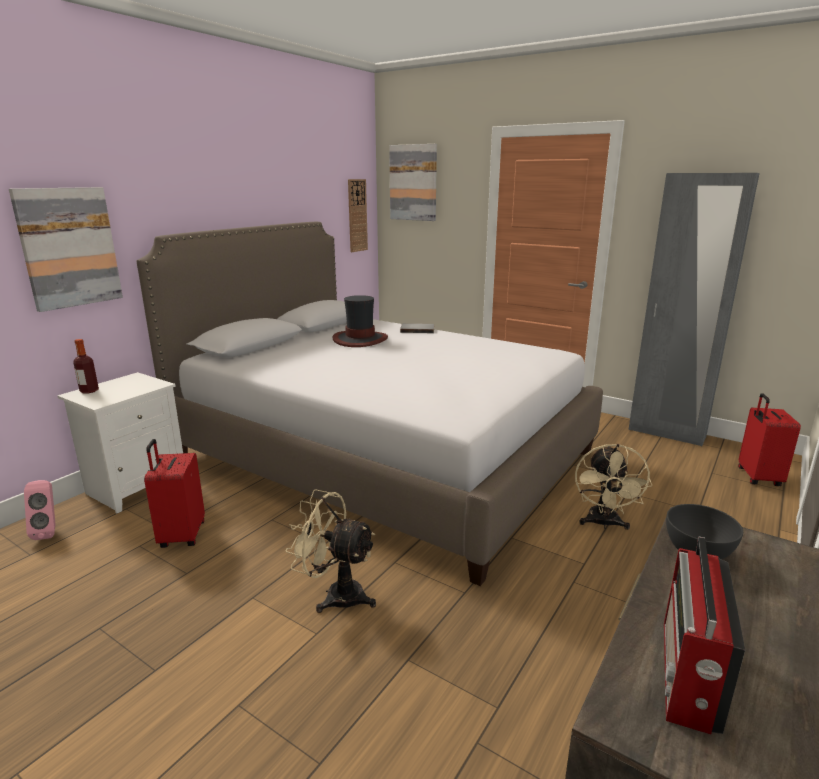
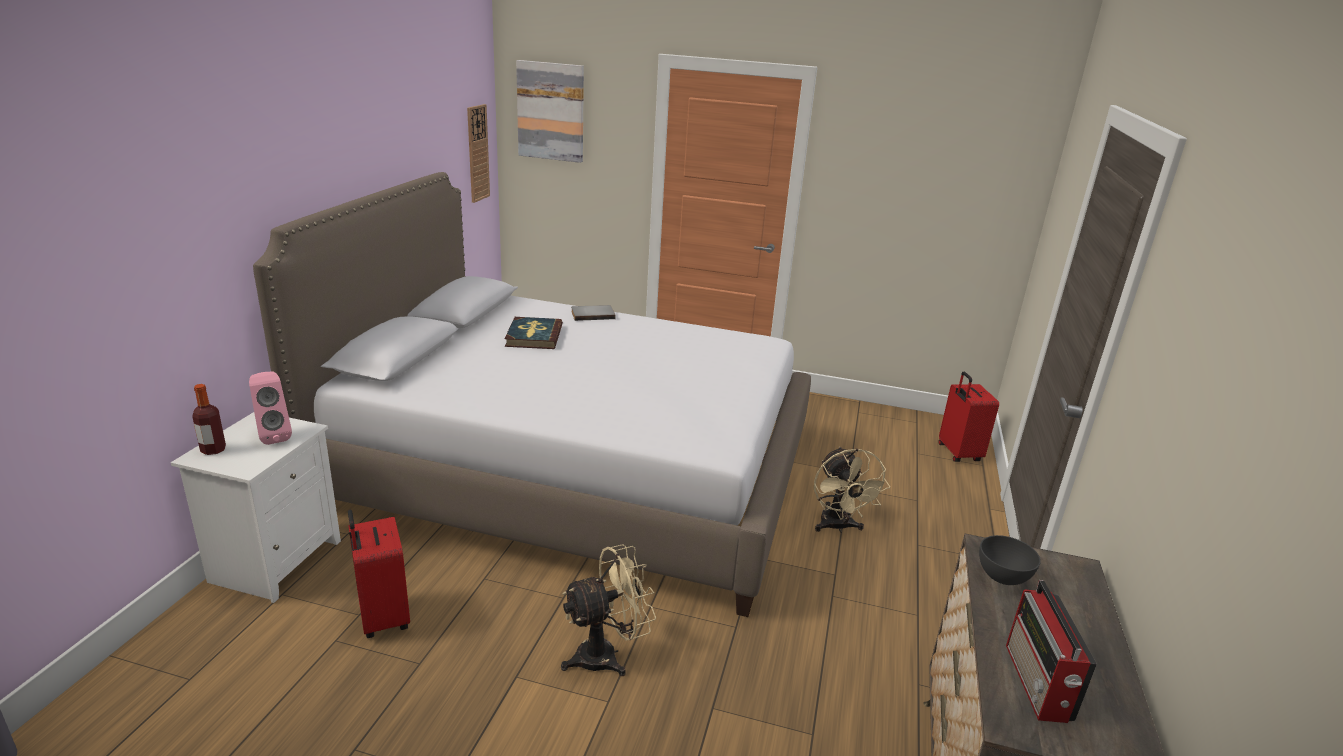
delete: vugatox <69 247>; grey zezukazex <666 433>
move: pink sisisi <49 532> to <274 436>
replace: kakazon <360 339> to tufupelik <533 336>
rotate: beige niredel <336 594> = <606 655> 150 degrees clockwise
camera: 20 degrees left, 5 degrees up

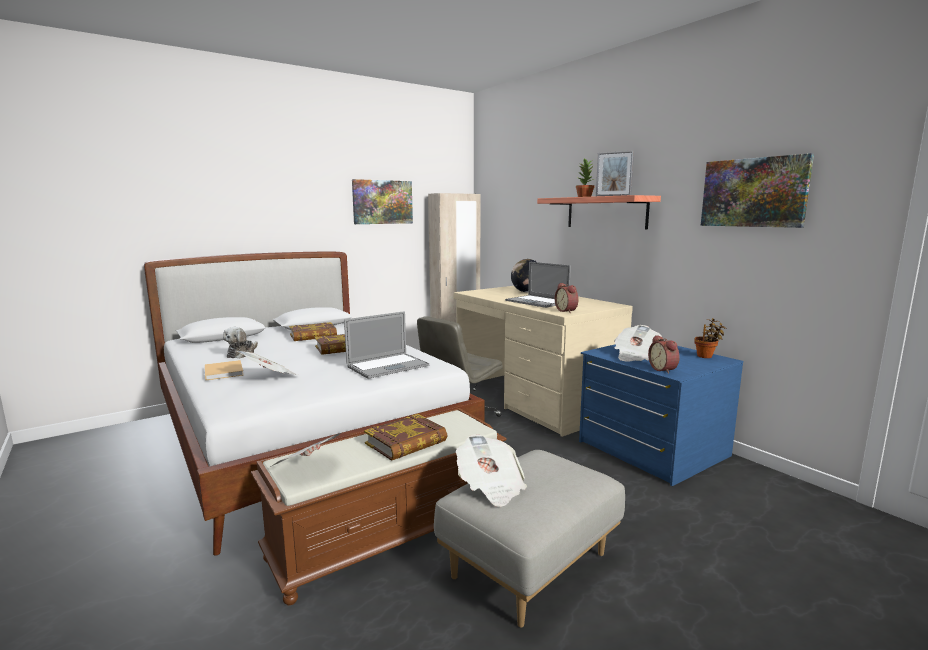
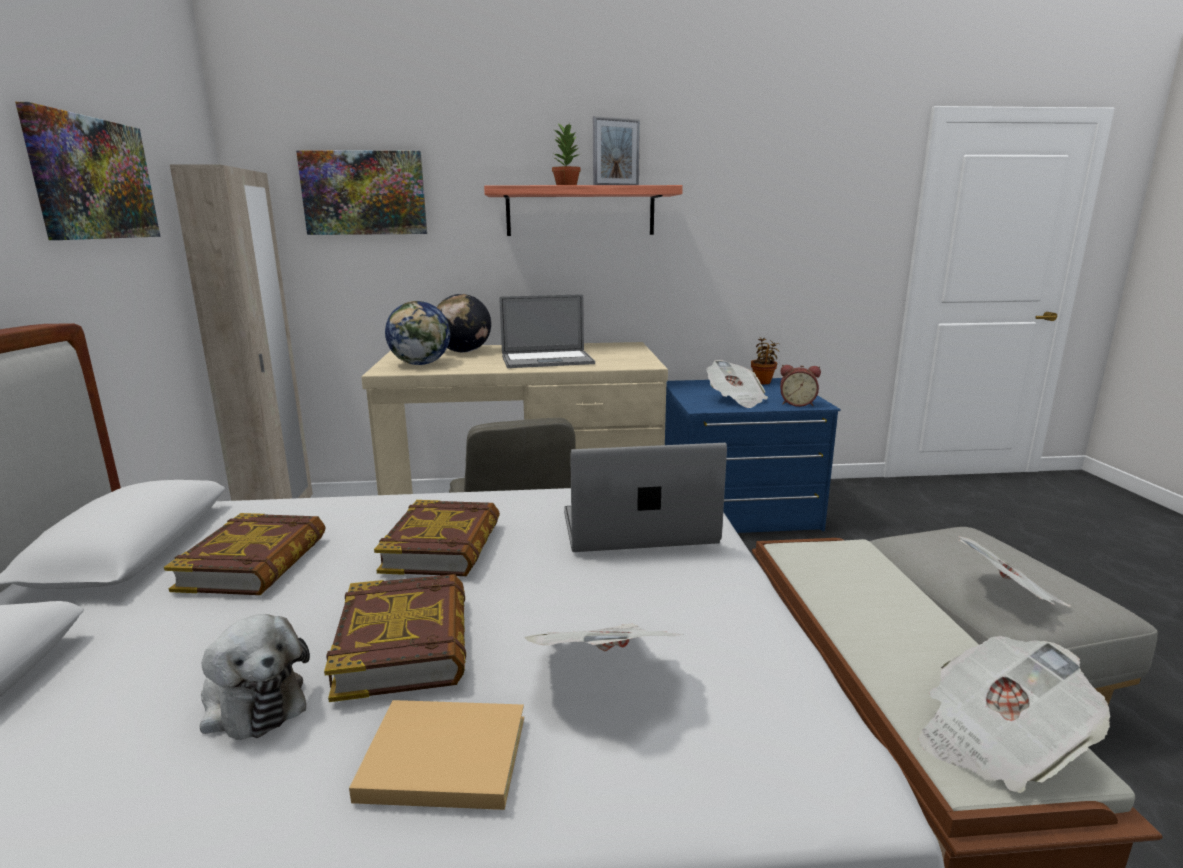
delete: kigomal <567 311>
insert: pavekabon <421 364>
move: vugatox <753 192> to <364 193>; tufupelik <406 442> to <405 644>
rotate: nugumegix <388 366> = <638 527> 90 degrees counterclockwise
camera: 60 degrees left, 5 degrees up

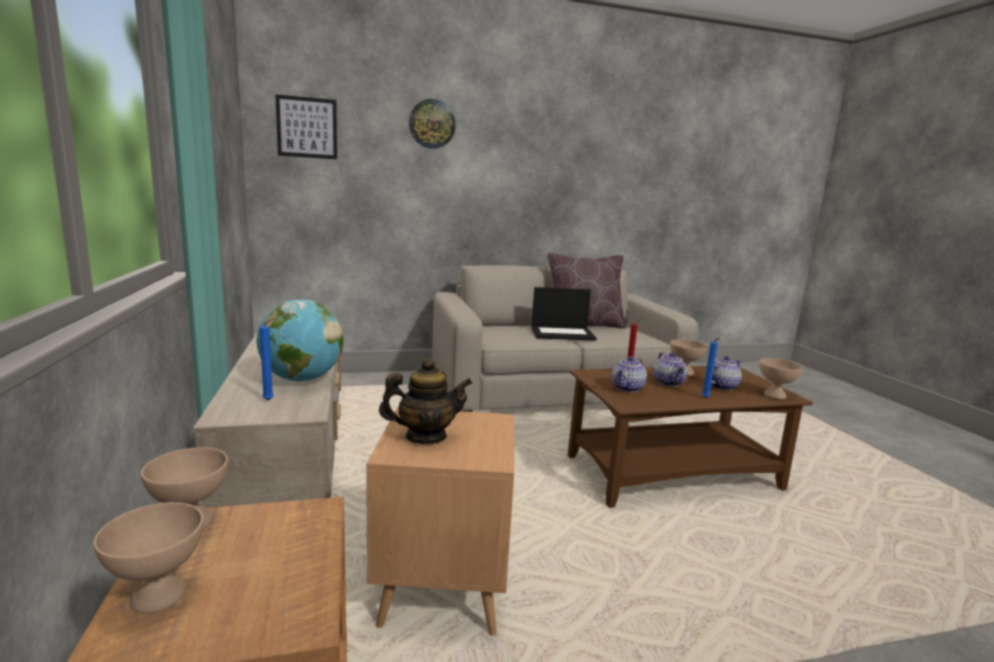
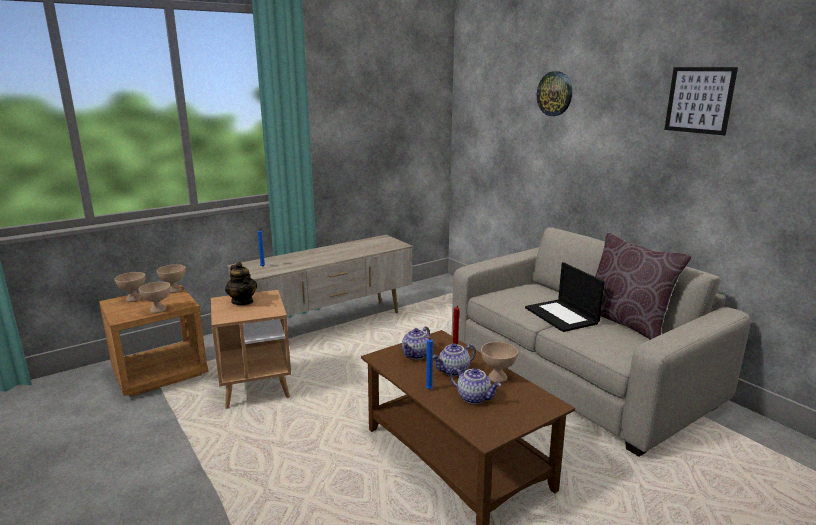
delete: pavekabon <301 379>
move: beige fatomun <775 395> to <157 310>; vugatox <307 127> to <699 100>
rotate: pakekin <628 388> = <416 355> 75 degrees counterclockwise
camera: 70 degrees right, 5 degrees up

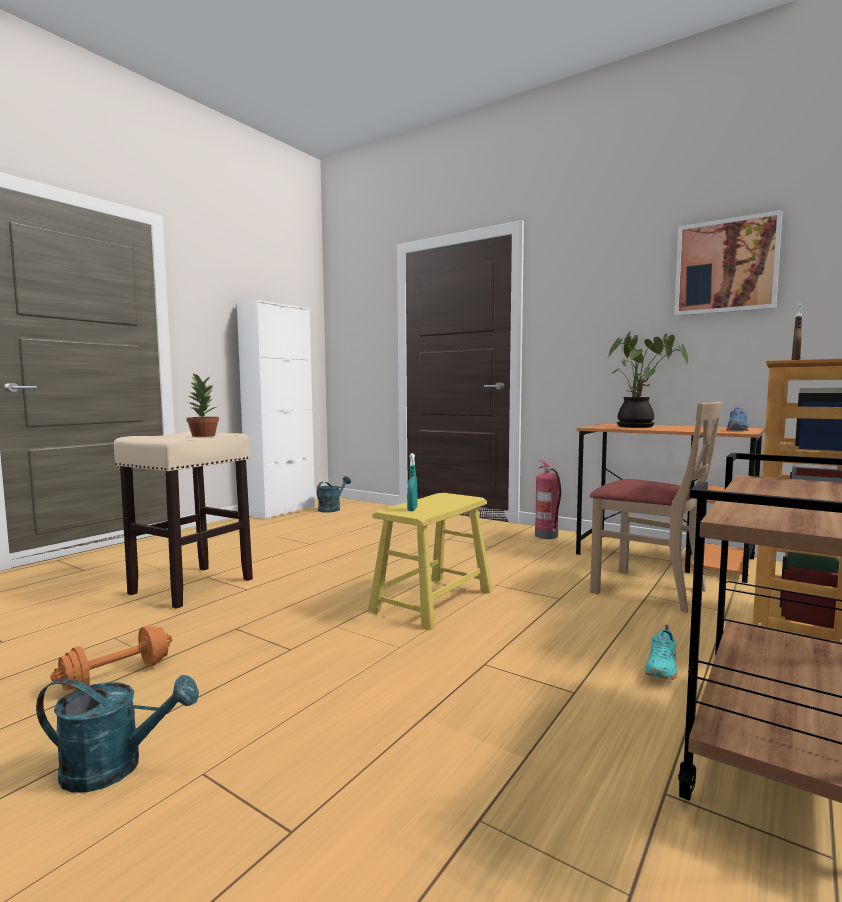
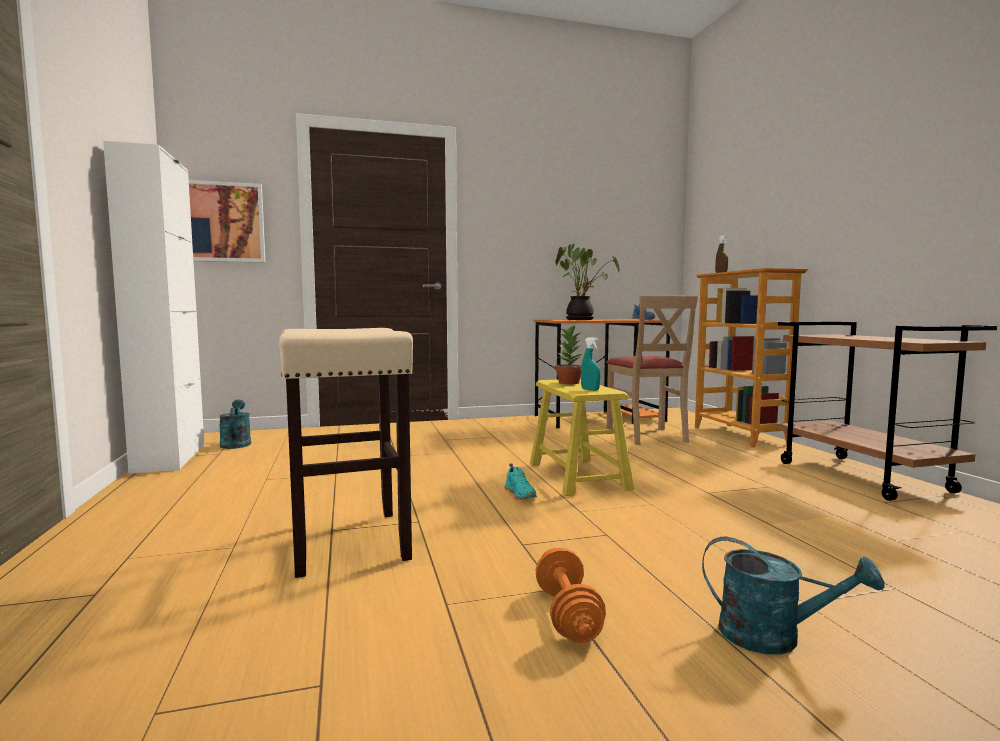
delete: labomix <547 536>
move: vugatox <725 266> to <222 222>; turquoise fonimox <663 669> to <521 494>; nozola <203 435> to <568 383>
rotate: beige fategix <648 590> = <647 436> 90 degrees clockwise; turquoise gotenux <115 767> = <774 637> 75 degrees clockwise
camera: 50 degrees left, 0 degrees up

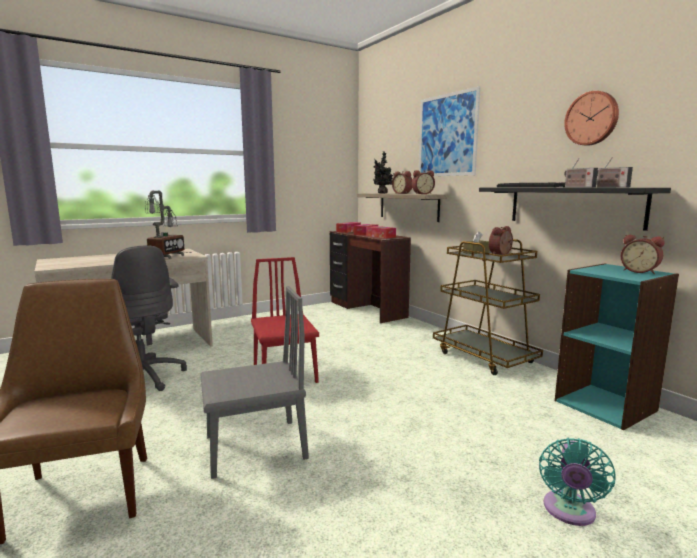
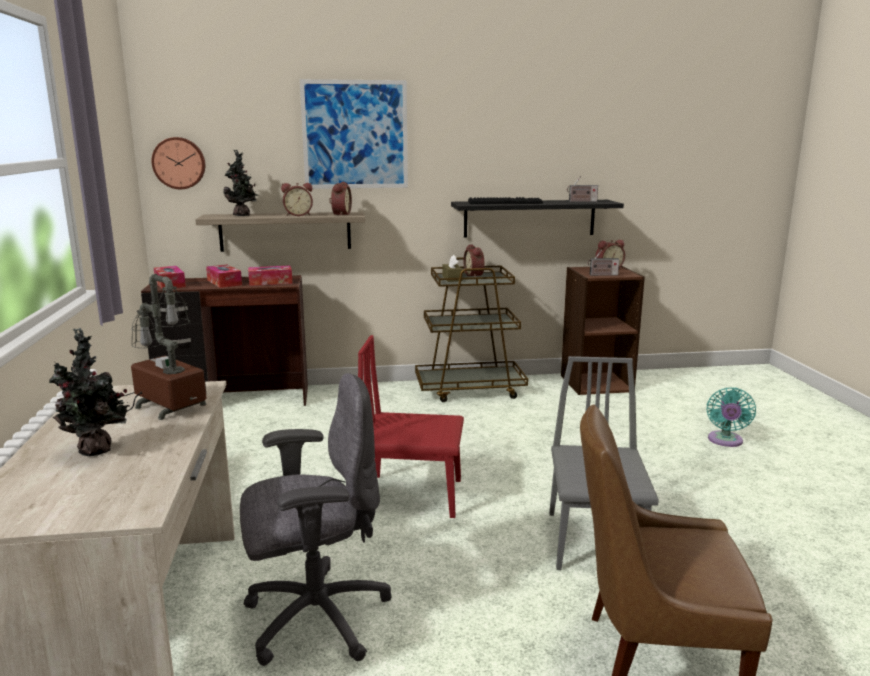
insert: nozola <96 451>
move: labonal <592 118> to <179 163>; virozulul <578 187> to <602 275>
recolor: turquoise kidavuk <606 405> to brown kidavuk <596 383>
rotate: turquoise niredel <569 512> = <725 441> 60 degrees clockwise
camera: 65 degrees left, 5 degrees up

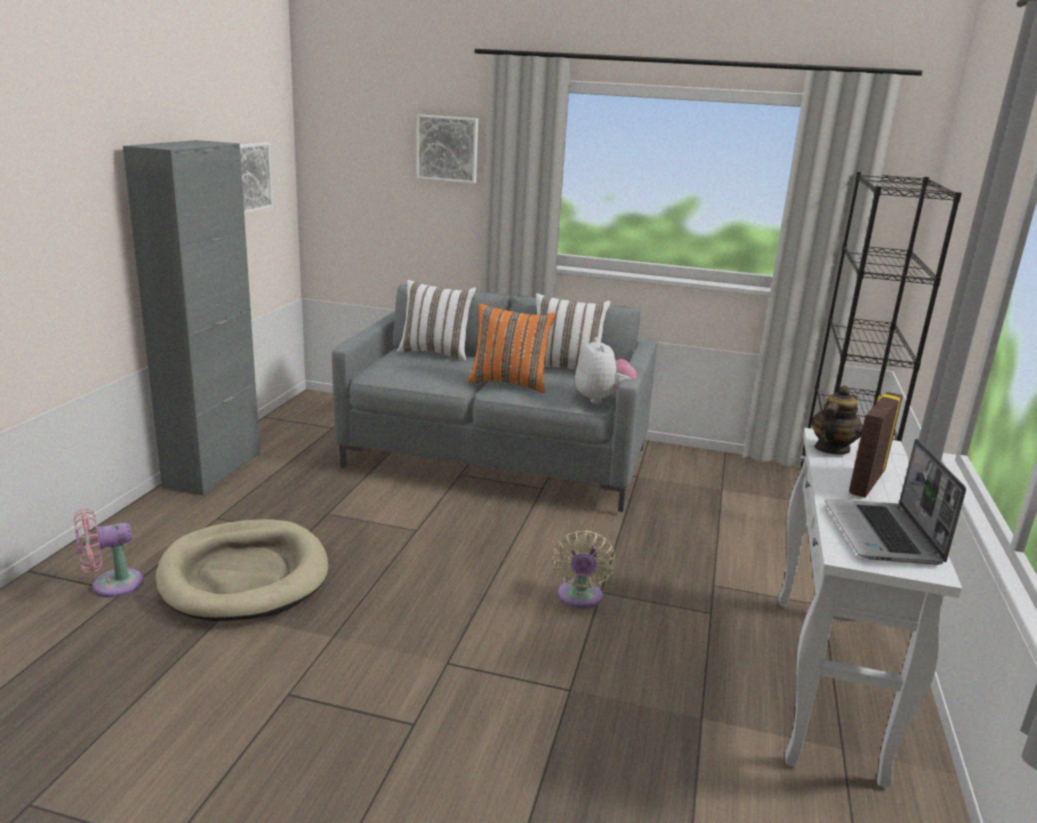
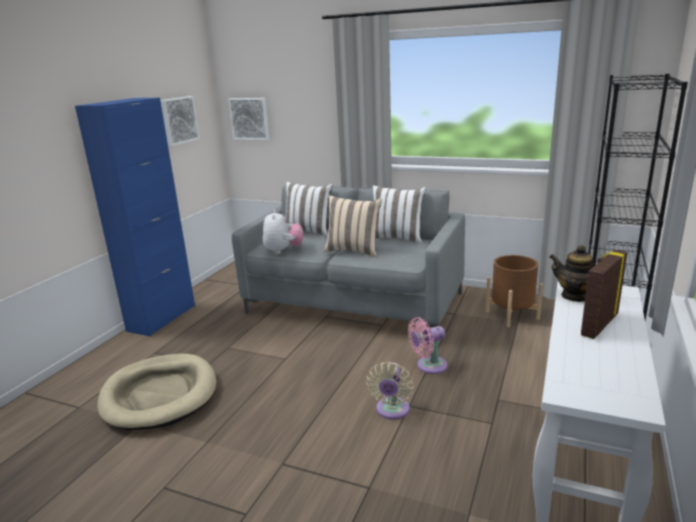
delete: nugumegix <883 534>
insert: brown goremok <512 315>
move: vugatox <448 148> to <250 118>; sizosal <602 399> to <283 251>; pink niredel <112 585> to <428 366>
recolor: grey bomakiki <213 470> to blue bomakiki <162 318>; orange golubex <509 383> to beige golubex <353 251>
rotate: pakekin <831 449> = <575 296> 105 degrees counterclockwise
camera: 10 degrees right, 0 degrees up

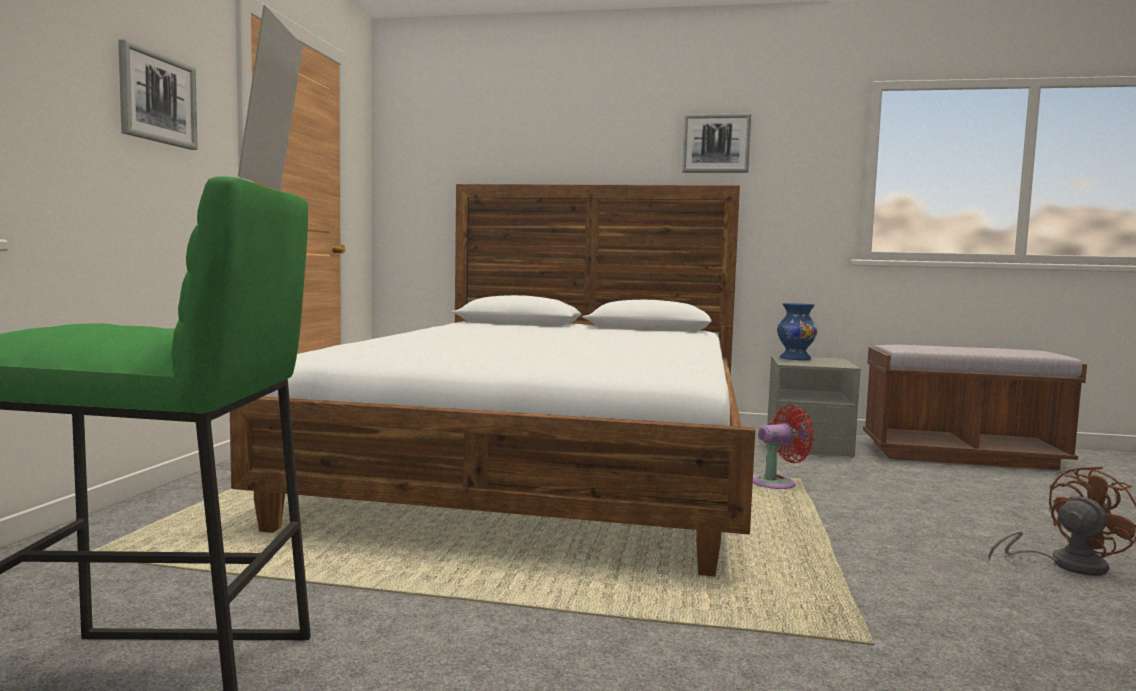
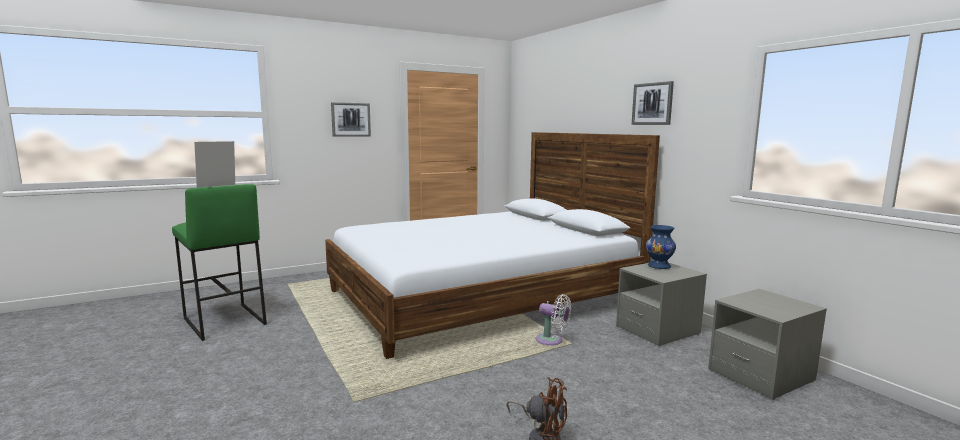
replace: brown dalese <961 455> to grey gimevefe <761 375>
recolor: red niredel <777 484> to white niredel <552 341>
camera: 50 degrees right, 5 degrees up

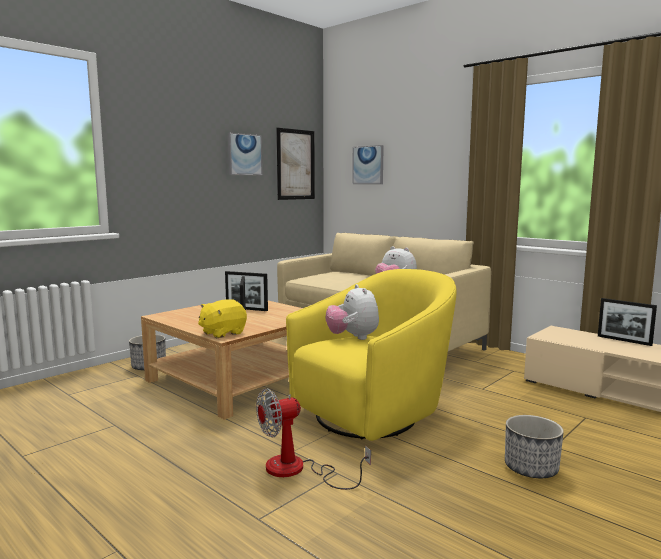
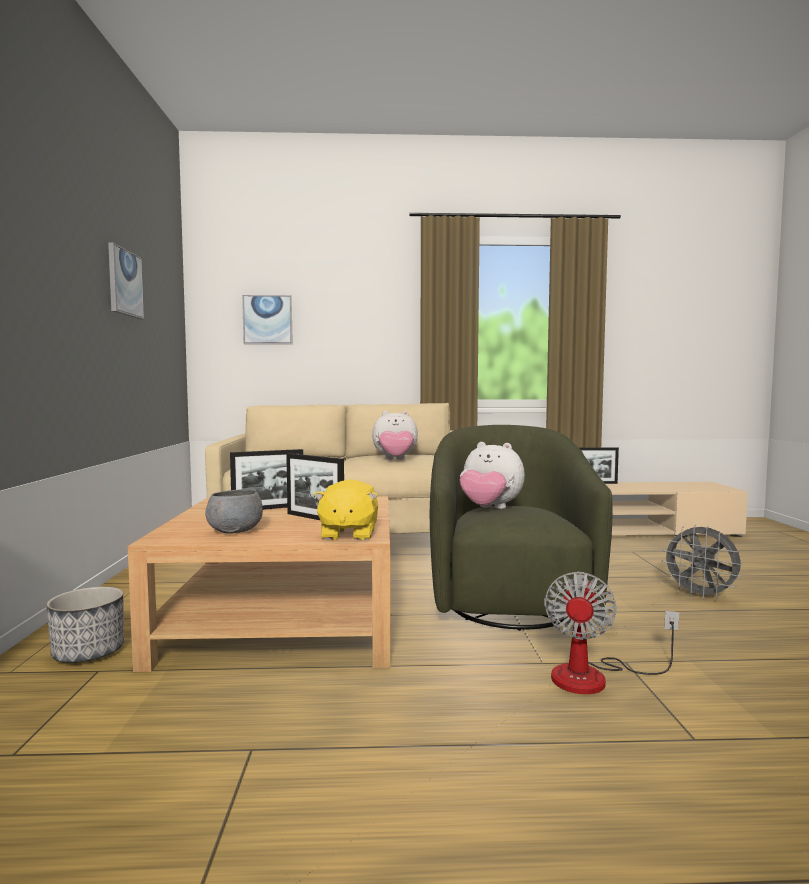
delete: vugatox <295 164>
insert: grey fatomun <234 531>
replace: goremok <531 468> to grey niredel <701 596>
recolor: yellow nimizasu <375 413> to green nimizasu <510 599>
camera: 45 degrees left, 5 degrees down

